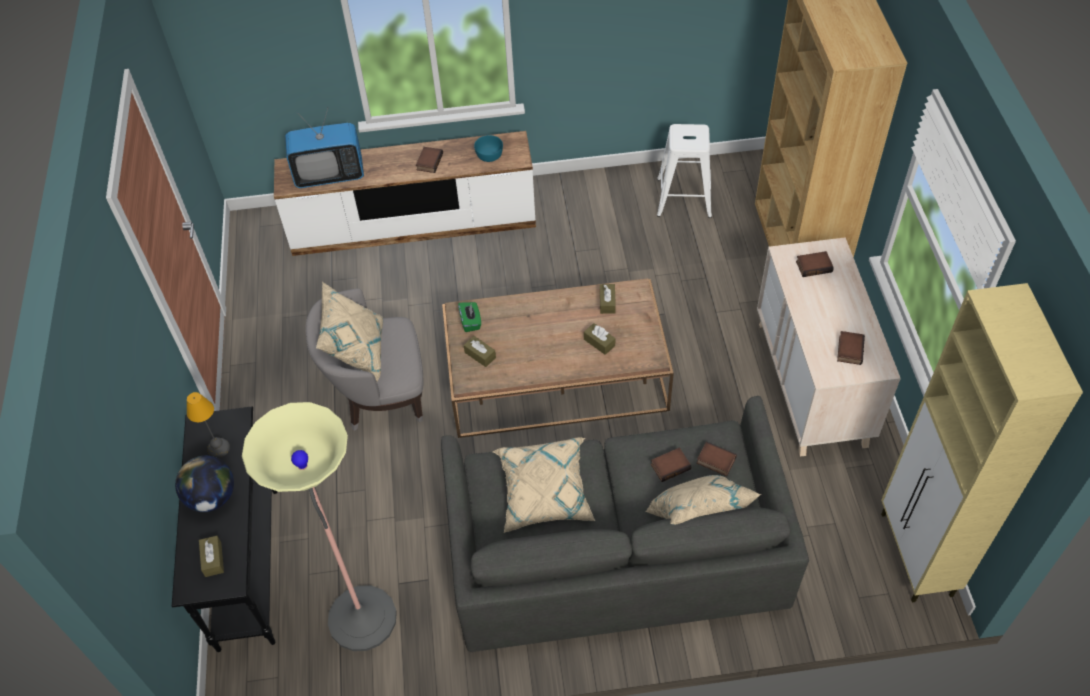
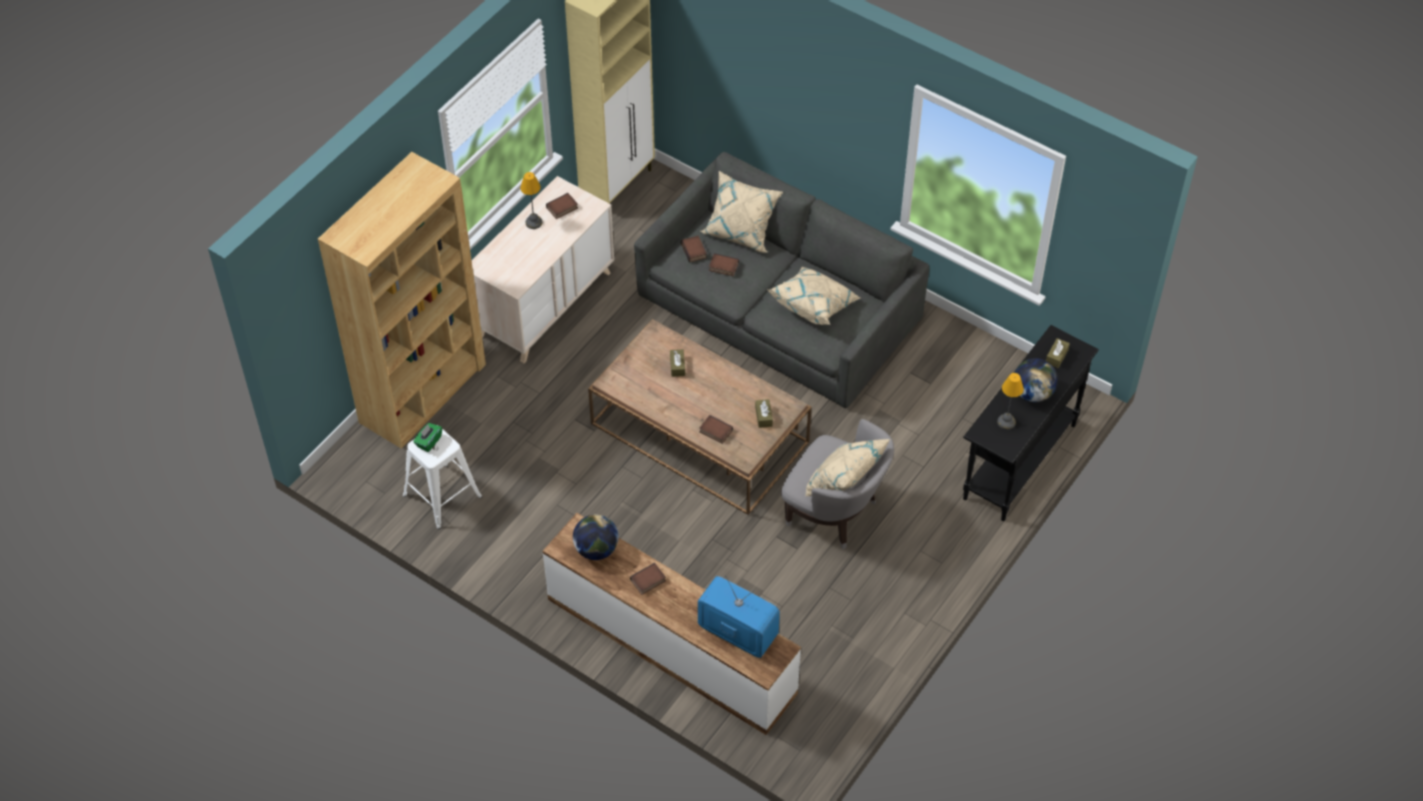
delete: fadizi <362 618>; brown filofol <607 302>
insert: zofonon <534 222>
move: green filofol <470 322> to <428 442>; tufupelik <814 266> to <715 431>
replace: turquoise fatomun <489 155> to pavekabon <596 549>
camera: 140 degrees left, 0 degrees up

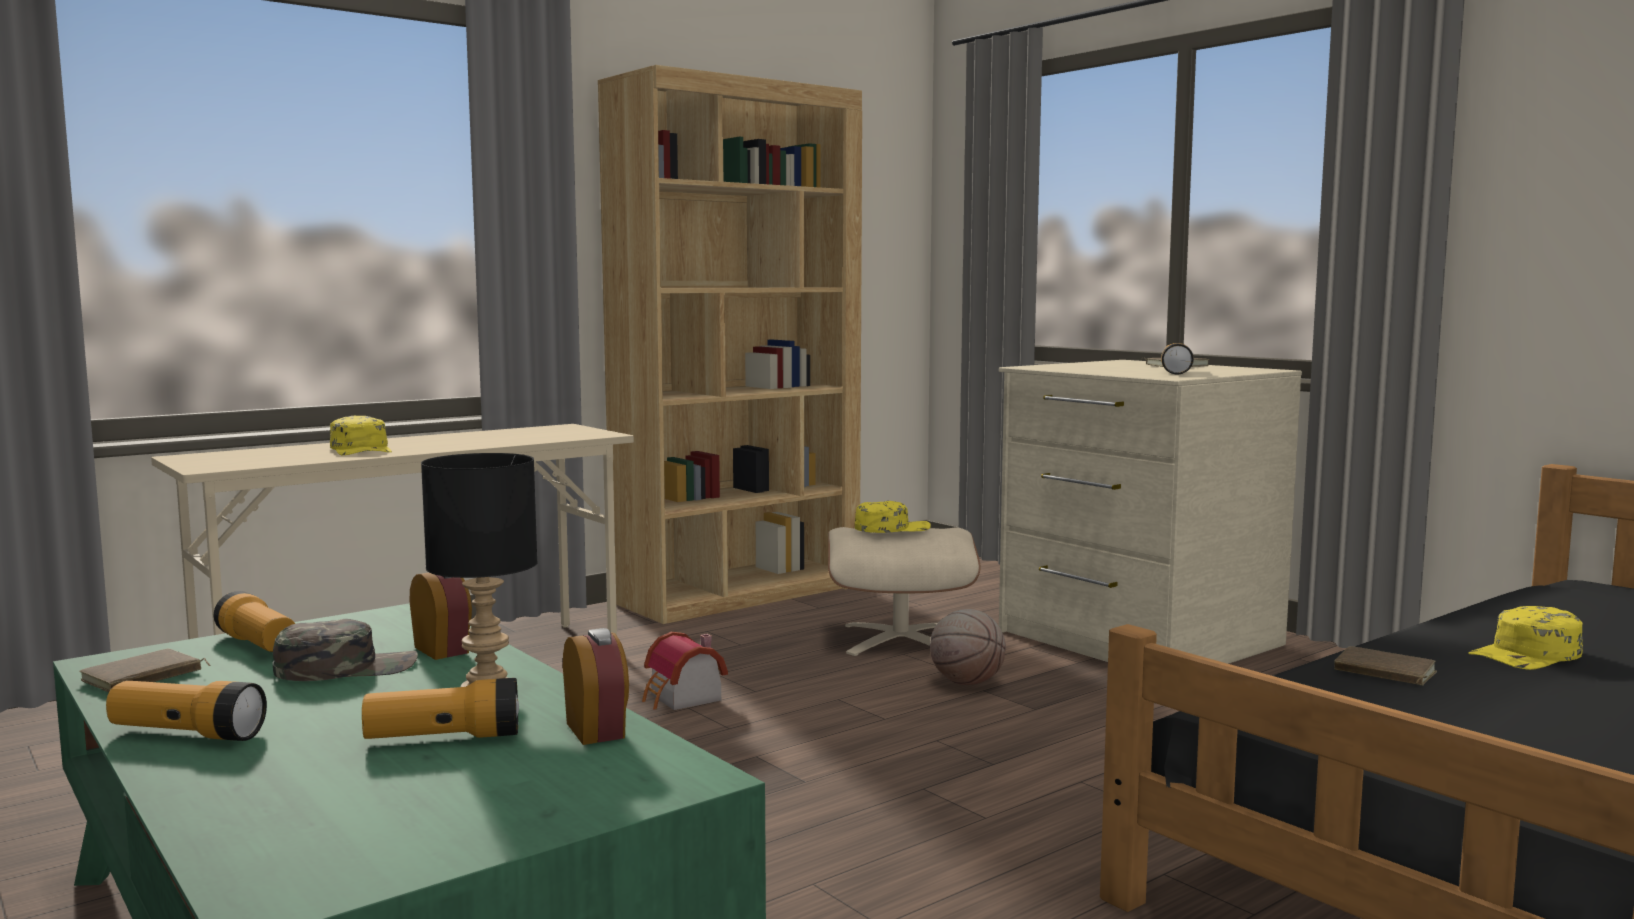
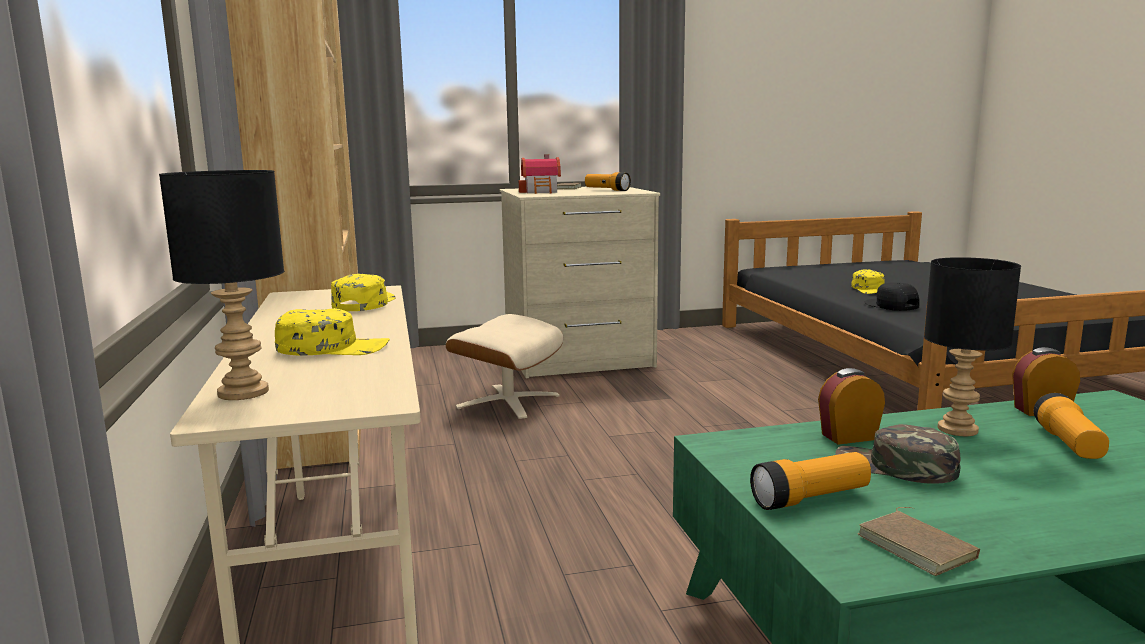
delete: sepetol <187 734>; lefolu <967 683>
insert: black zofonon <244 393>
move: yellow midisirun <891 528> to <363 303>; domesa <682 699> to <542 192>
replace: brown tufupelik <1383 672> to black midisirun <891 305>
rotate: green midisirun <347 668> = <895 467> 60 degrees counterclockwise
camera: 65 degrees left, 5 degrees up

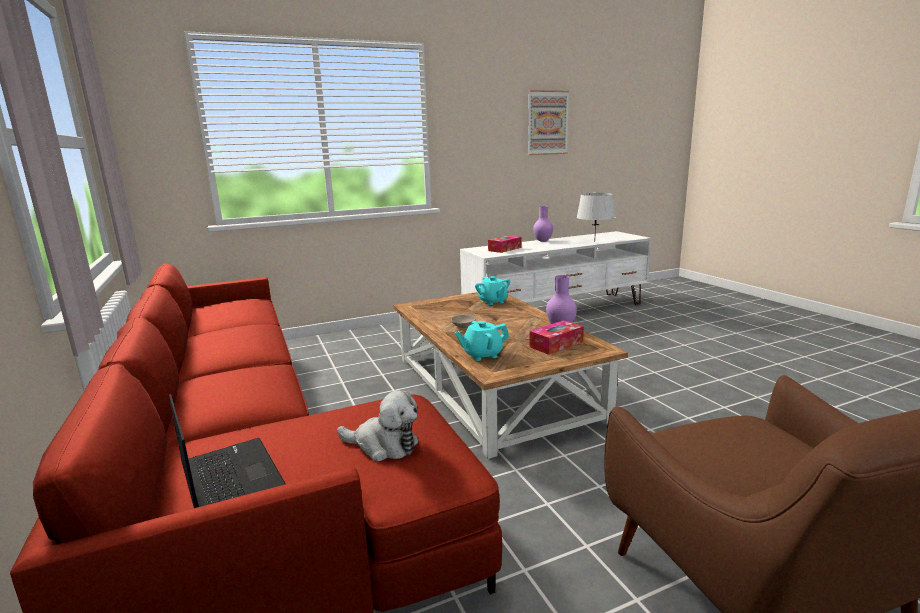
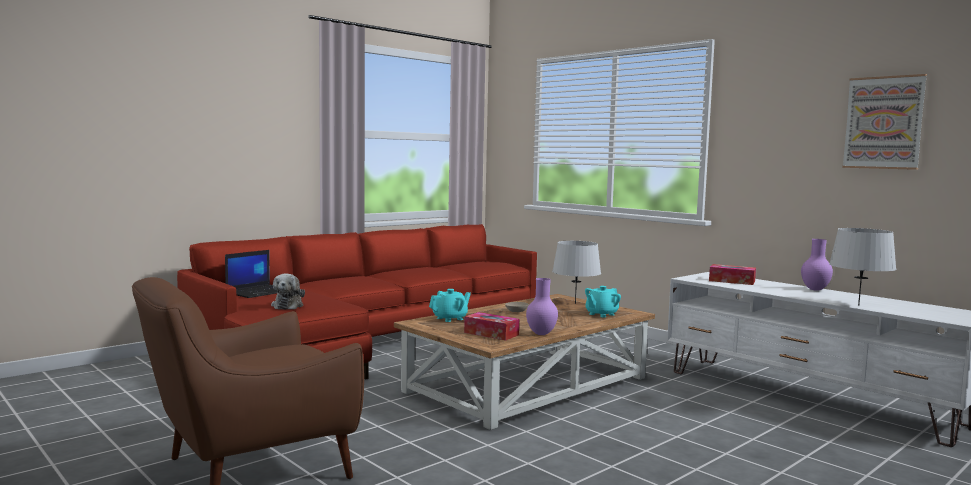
insert: grey zofonon <575 303>
rotate: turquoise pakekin <482 355> = <450 318> 90 degrees clockwise
camera: 70 degrees right, 10 degrees down

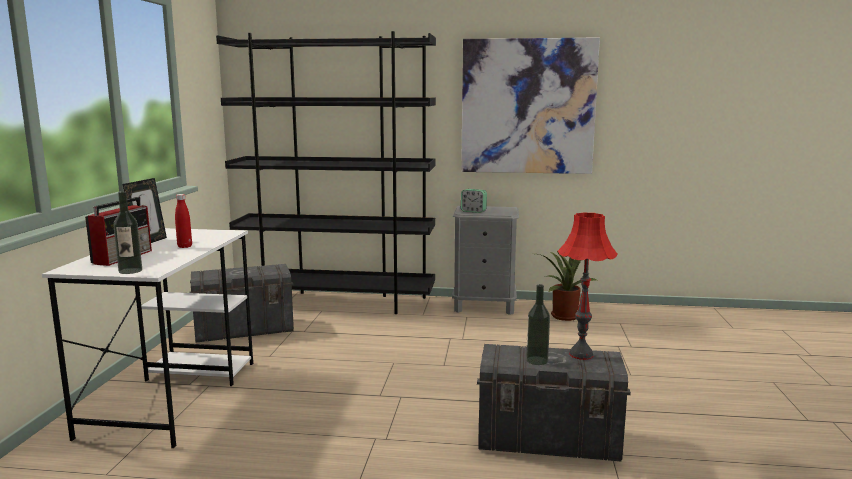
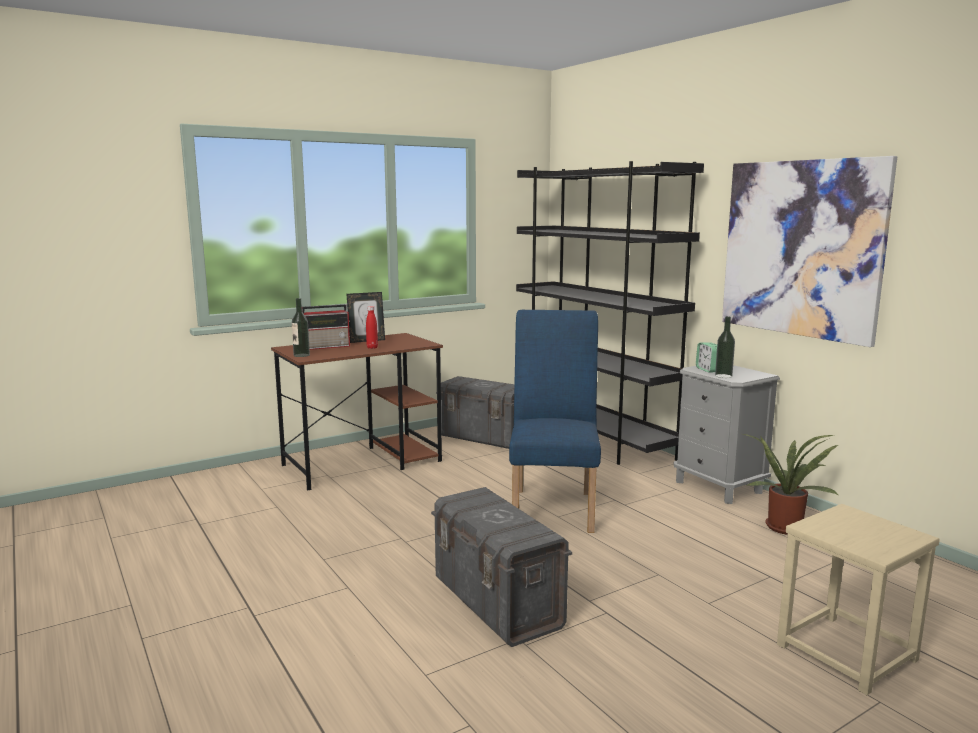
delete: red zofonon <581 354>
insert: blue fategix <554 506>; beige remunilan <845 652>
move: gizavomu <537 360> to <723 376>
recolor: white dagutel <173 396> to brown dagutel <363 463>
camera: 50 degrees right, 0 degrees up

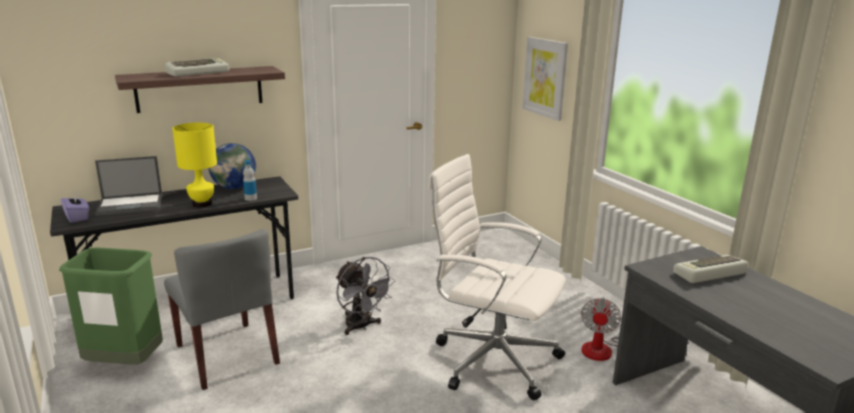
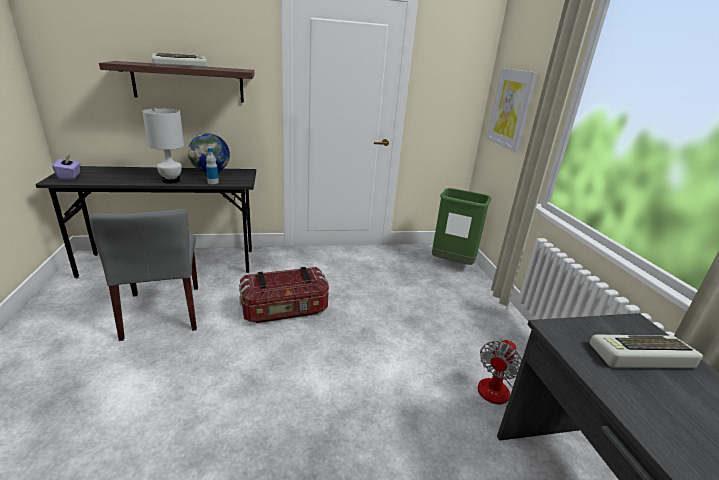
delete: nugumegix <131 204>; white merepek <492 359>
move: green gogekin <125 364> to <452 264>
replace: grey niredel <361 327> to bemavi <285 310>
recolor: yellow zofonon <202 203> to white zofonon <171 180>
camera: 15 degrees right, 5 degrees up

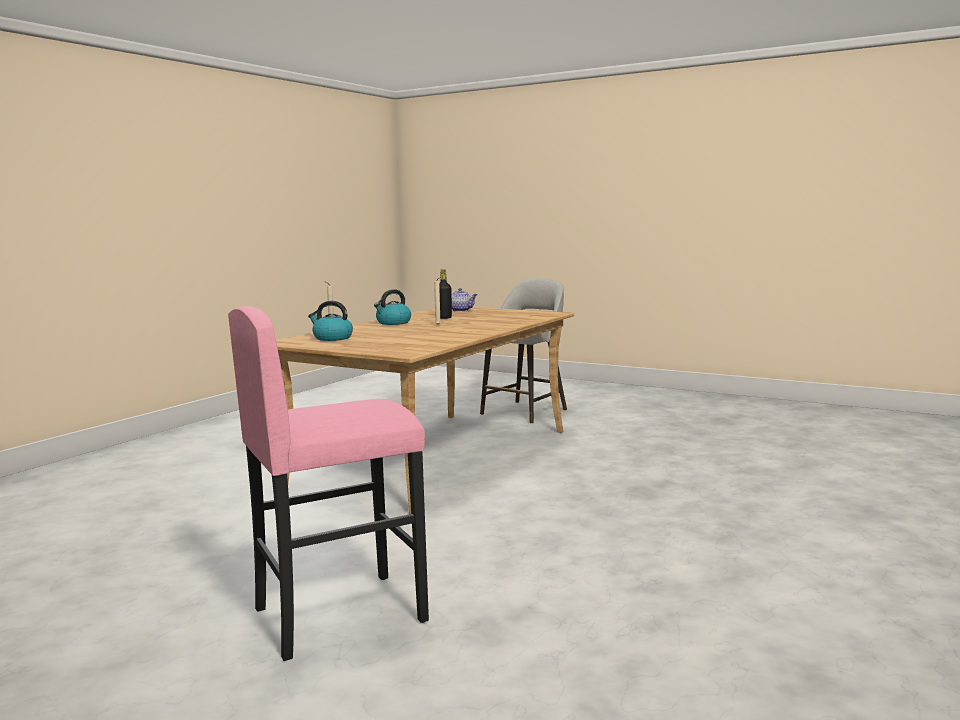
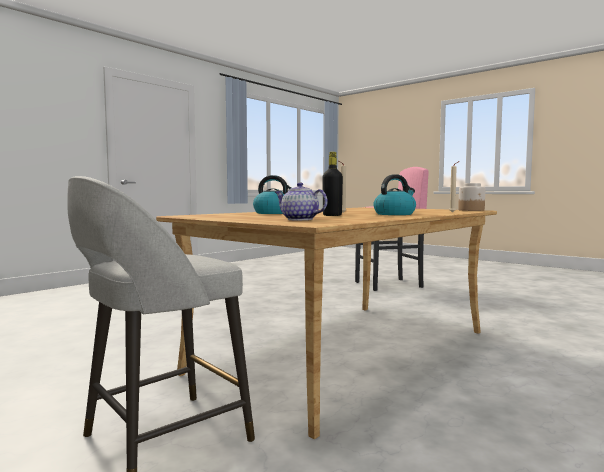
insert: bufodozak <471 210>
move: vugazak <332 338> to <274 213>
camera: 170 degrees left, 5 degrees down

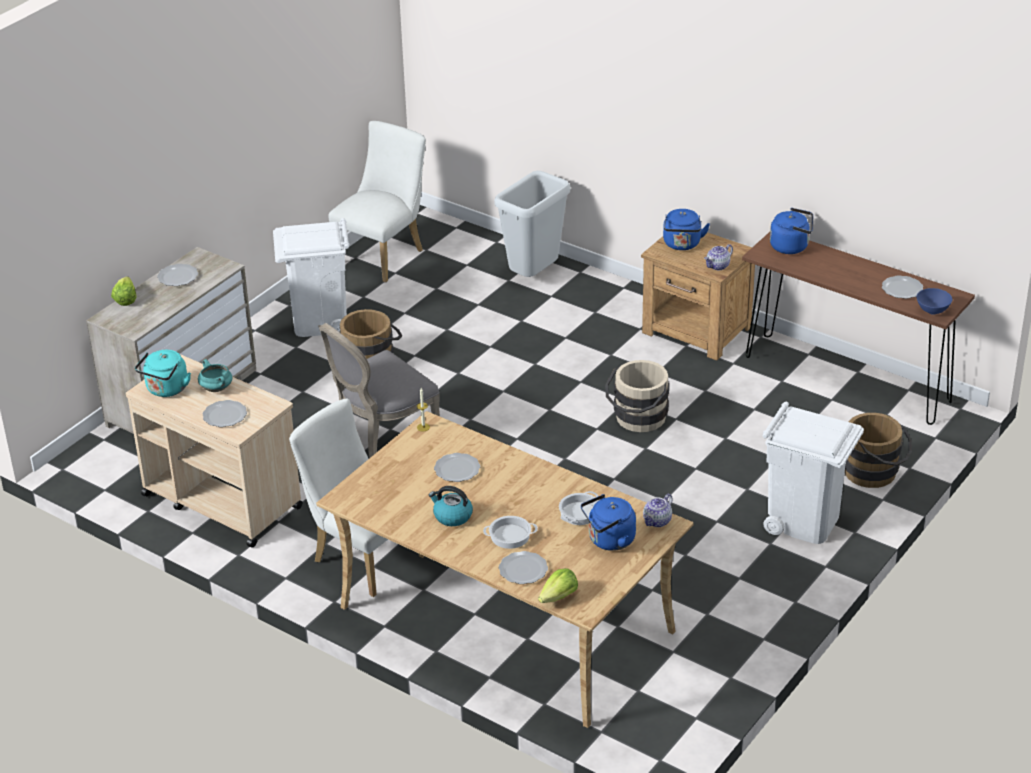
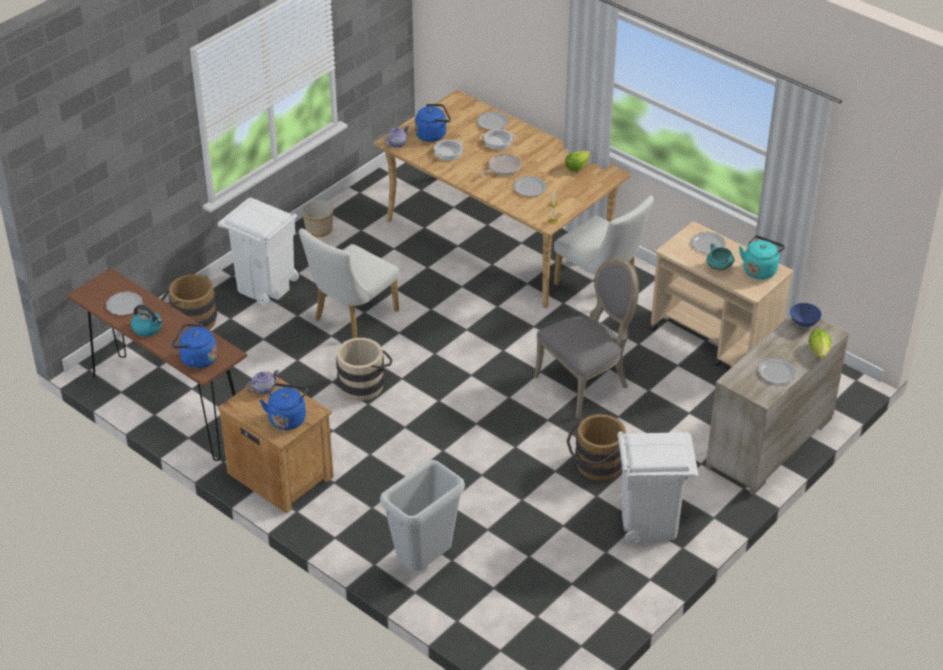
insert: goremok <319 230>; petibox <503 168>
move: vugazak <452 516> to <148 328>; white fategix <384 255> to <351 318>; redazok <559 597> to <577 166>; blue fatomun <932 311> to <803 324>
camera: 175 degrees left, 5 degrees up

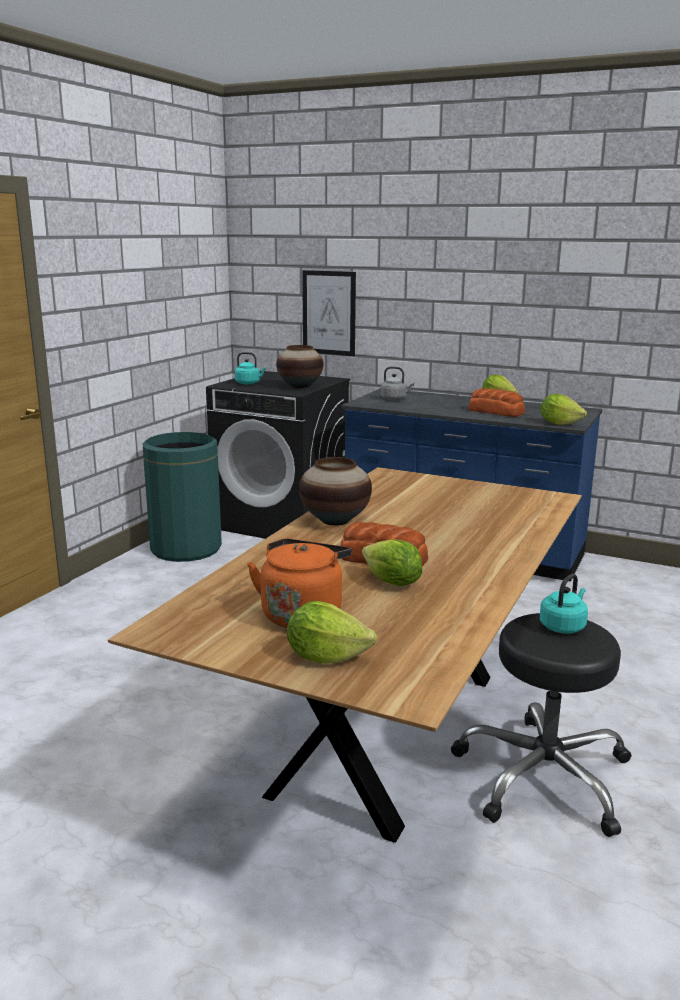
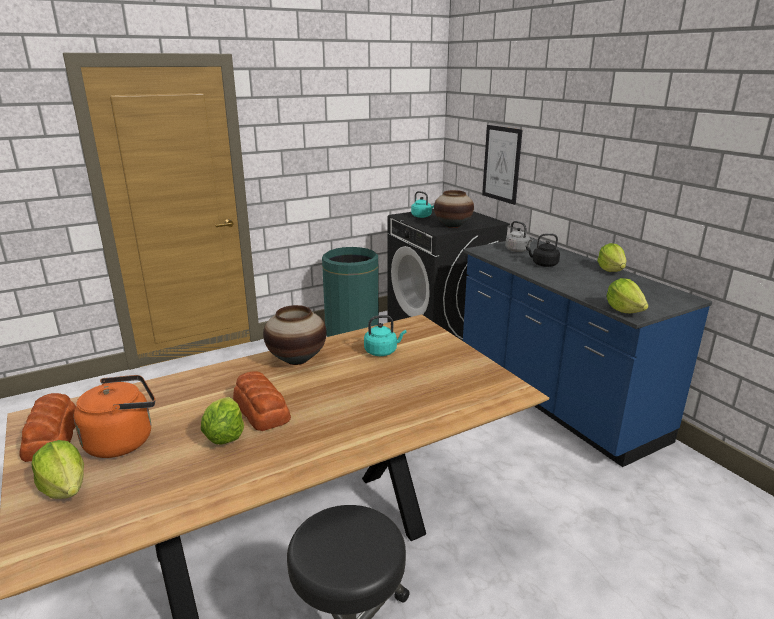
insert: black vugazak <543 264>
move: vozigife <495 412> to <52 435>; turquoise vugazak <563 626> to <382 351>
camera: 35 degrees right, 5 degrees up

